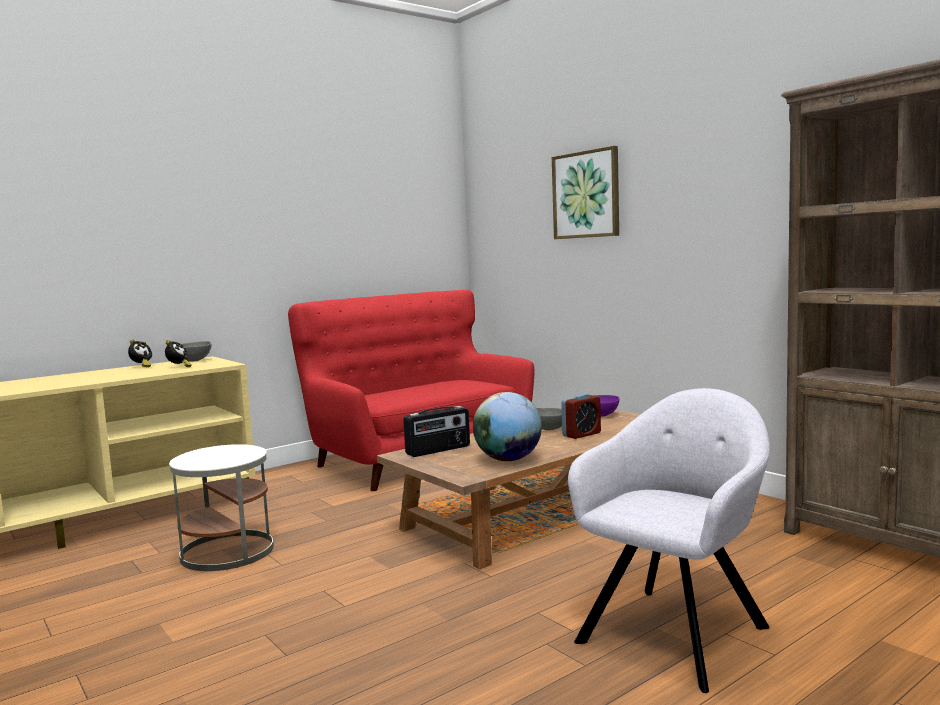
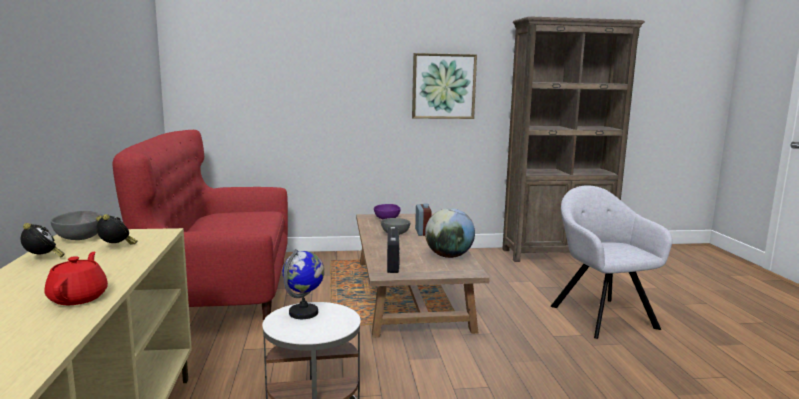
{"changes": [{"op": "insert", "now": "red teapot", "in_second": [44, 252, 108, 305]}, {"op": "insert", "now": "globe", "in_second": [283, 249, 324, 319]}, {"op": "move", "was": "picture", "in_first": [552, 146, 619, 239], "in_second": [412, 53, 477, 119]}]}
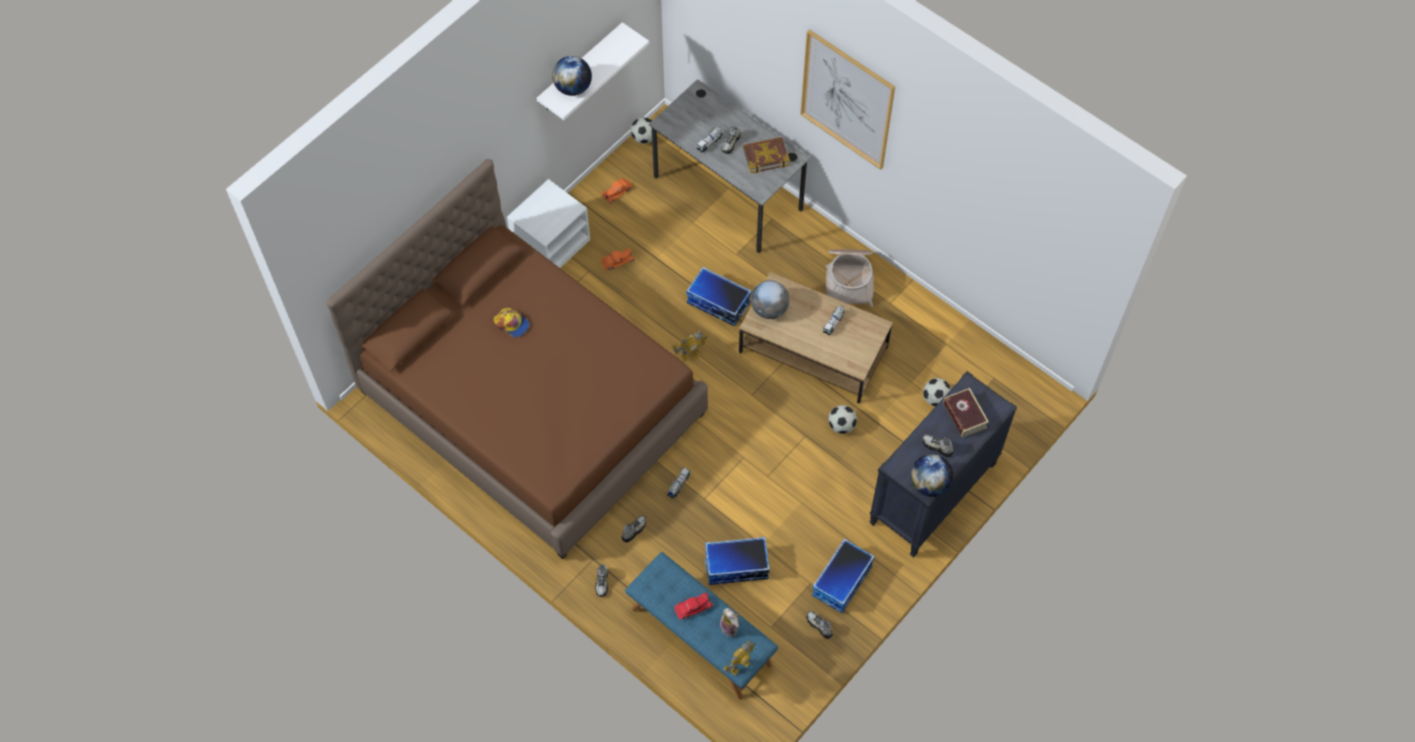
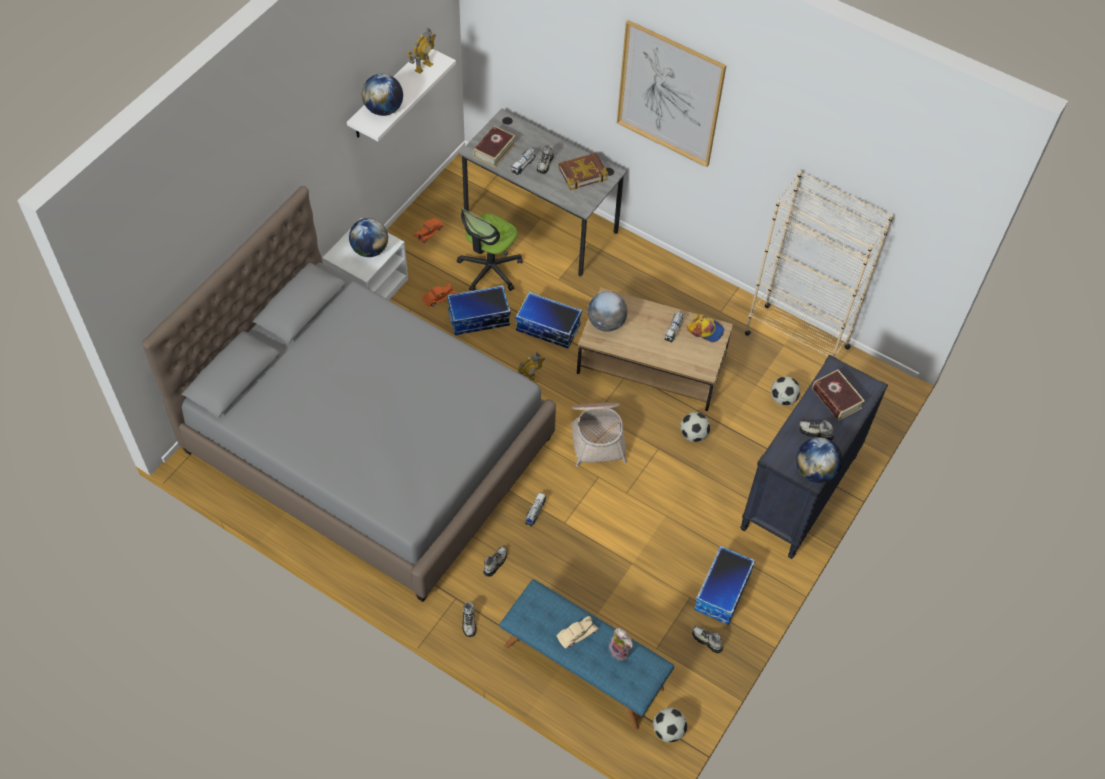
{"changes": [{"op": "insert", "now": "globe", "in_second": [349, 218, 388, 257]}, {"op": "insert", "now": "office chair", "in_second": [457, 209, 523, 291]}, {"op": "insert", "now": "book", "in_second": [473, 126, 516, 167]}, {"op": "insert", "now": "beige bookcase", "in_second": [745, 171, 894, 357]}, {"op": "move", "was": "cap", "in_first": [493, 307, 529, 338], "in_second": [687, 314, 724, 342]}, {"op": "move", "was": "football", "in_first": [631, 117, 652, 144], "in_second": [653, 707, 687, 743]}, {"op": "move", "was": "storage box", "in_first": [705, 537, 770, 585], "in_second": [447, 285, 511, 335]}, {"op": "move", "was": "toy robot", "in_first": [723, 641, 756, 676], "in_second": [407, 27, 436, 74]}, {"op": "move", "was": "basket", "in_first": [826, 249, 874, 307], "in_second": [570, 403, 627, 467]}, {"op": "recolor", "was": "brown bed", "now": "grey bed", "in_first": [326, 159, 708, 559], "in_second": [142, 186, 556, 602]}, {"op": "recolor", "was": "red toy car", "now": "beige toy car", "in_first": [674, 593, 713, 620], "in_second": [557, 616, 599, 648]}]}
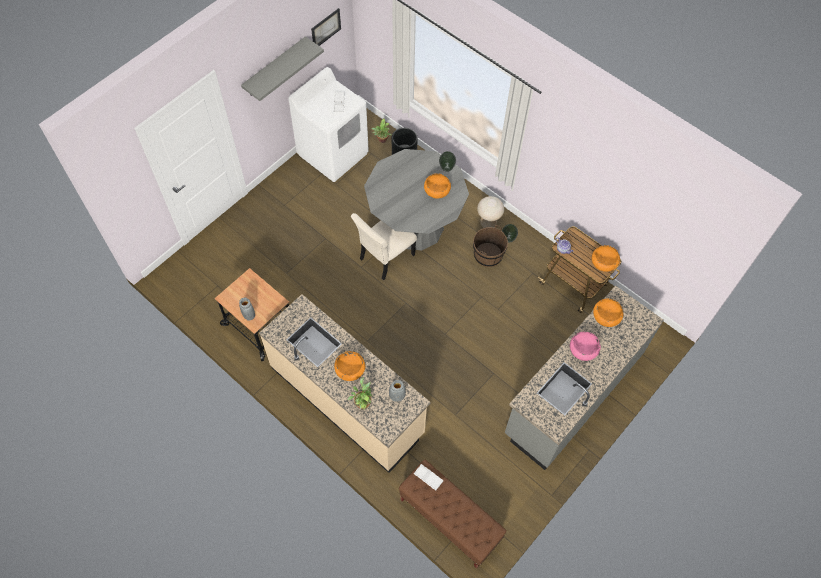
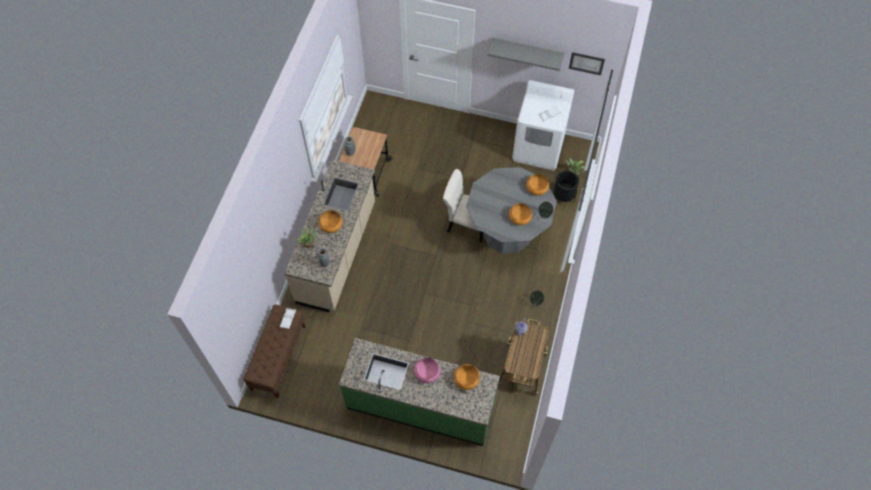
{"changes": [{"op": "delete", "was": "brown bucket", "in_first": [473, 225, 508, 267]}, {"op": "delete", "was": "beige stool", "in_first": [477, 196, 504, 228]}, {"op": "move", "was": "orange bowl", "in_first": [592, 245, 620, 272], "in_second": [526, 174, 549, 196]}, {"op": "recolor", "was": "grey counter", "now": "green counter", "in_first": [505, 285, 664, 470], "in_second": [339, 338, 500, 446]}]}
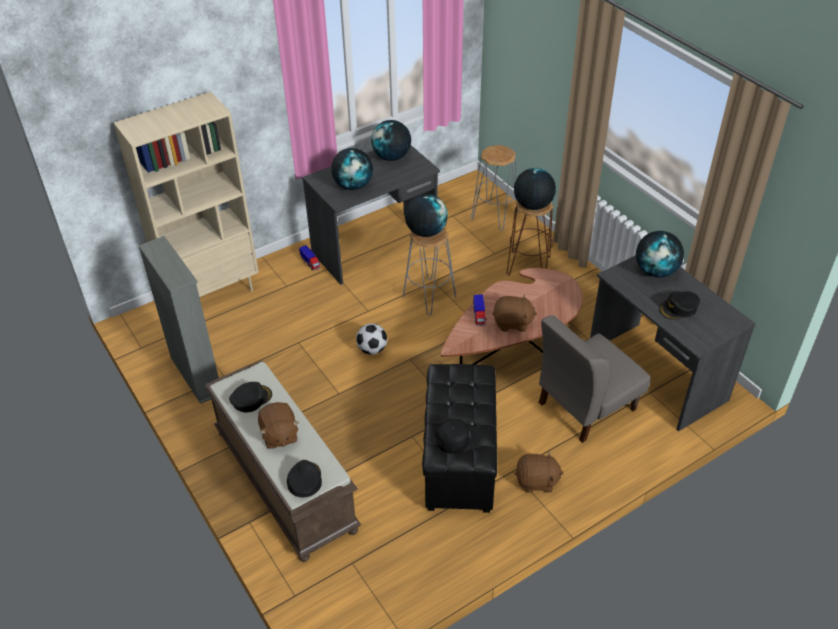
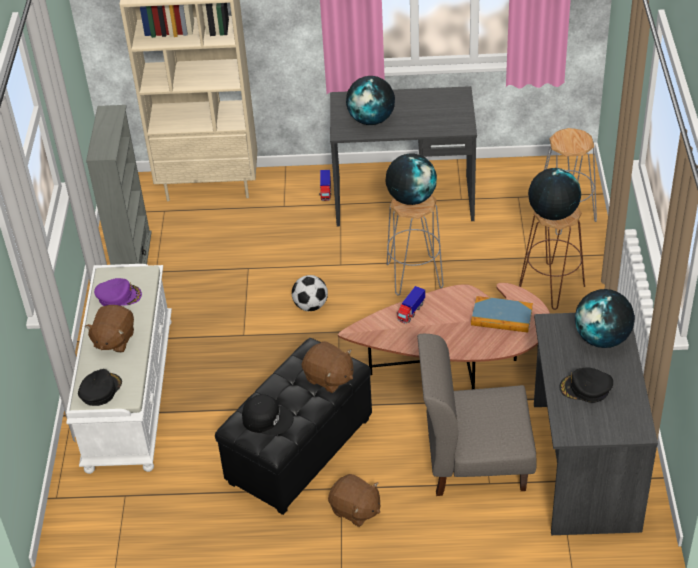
{"changes": [{"op": "delete", "was": "globe", "in_first": [371, 120, 411, 161]}, {"op": "insert", "now": "book", "in_second": [471, 296, 533, 333]}, {"op": "move", "was": "brown plush toy", "in_first": [493, 294, 537, 332], "in_second": [302, 341, 353, 393]}, {"op": "recolor", "was": "brown bench", "now": "white bench", "in_first": [205, 360, 361, 562], "in_second": [66, 264, 172, 474]}, {"op": "recolor", "was": "black cap", "now": "purple cap", "in_first": [229, 382, 272, 412], "in_second": [94, 278, 142, 306]}]}
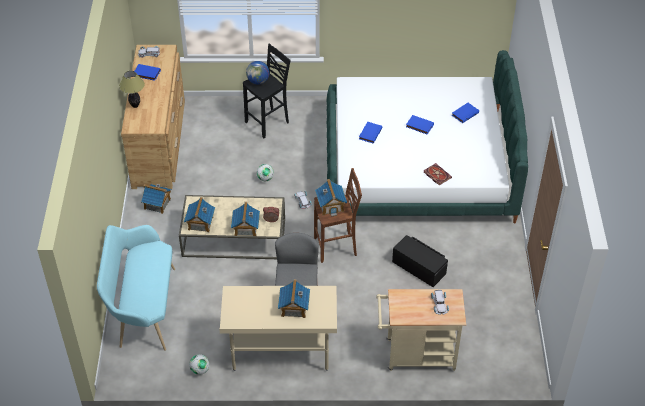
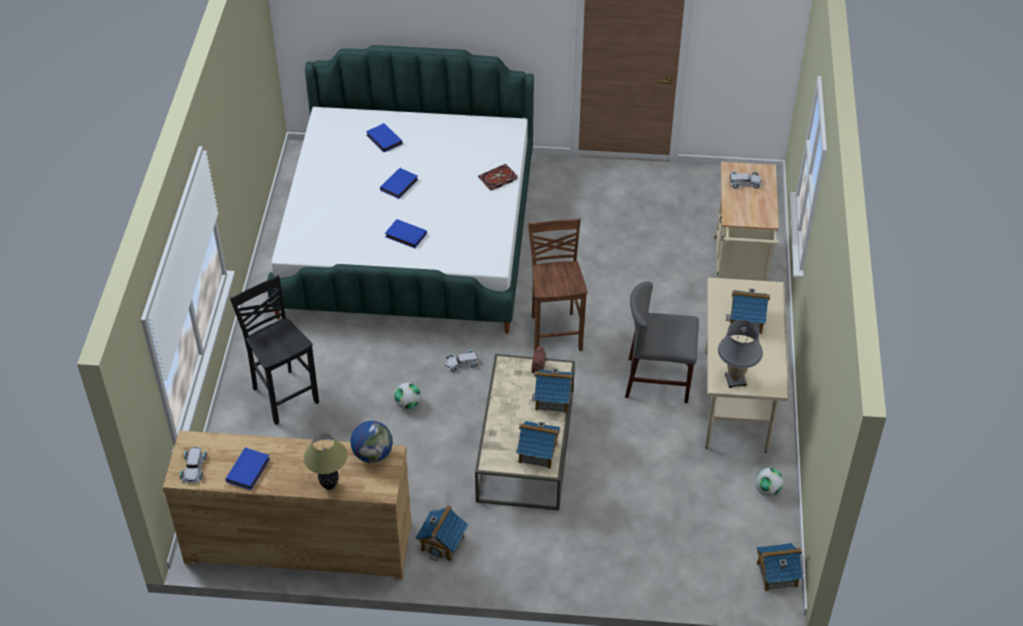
{"changes": [{"op": "delete", "was": "turquoise bench", "in_first": [97, 225, 175, 351]}, {"op": "delete", "was": "black storage box", "in_first": [392, 235, 448, 287]}, {"op": "insert", "now": "grey table lamp", "in_second": [718, 320, 763, 388]}, {"op": "move", "was": "globe", "in_first": [246, 61, 270, 84], "in_second": [351, 421, 393, 463]}, {"op": "move", "was": "toy house", "in_first": [315, 179, 347, 217], "in_second": [757, 543, 803, 591]}]}
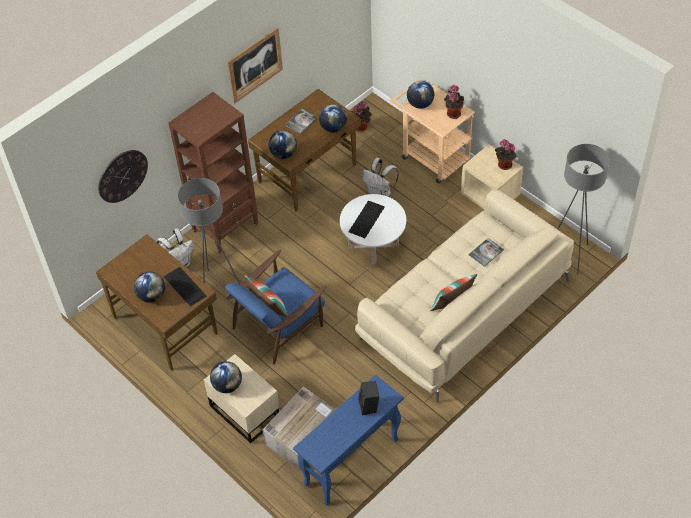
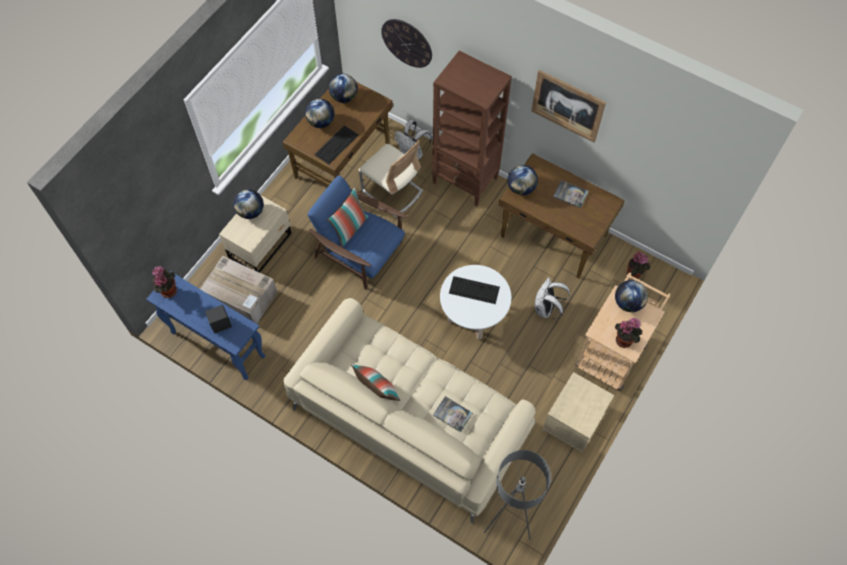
{"changes": [{"op": "move", "was": "globe", "in_first": [319, 105, 347, 133], "in_second": [329, 74, 358, 103]}, {"op": "move", "was": "potted plant", "in_first": [495, 140, 517, 170], "in_second": [152, 266, 177, 298]}, {"op": "replace", "was": "grey floor lamp", "now": "beige chair", "in_first": [178, 178, 240, 284], "in_second": [359, 140, 423, 217]}]}
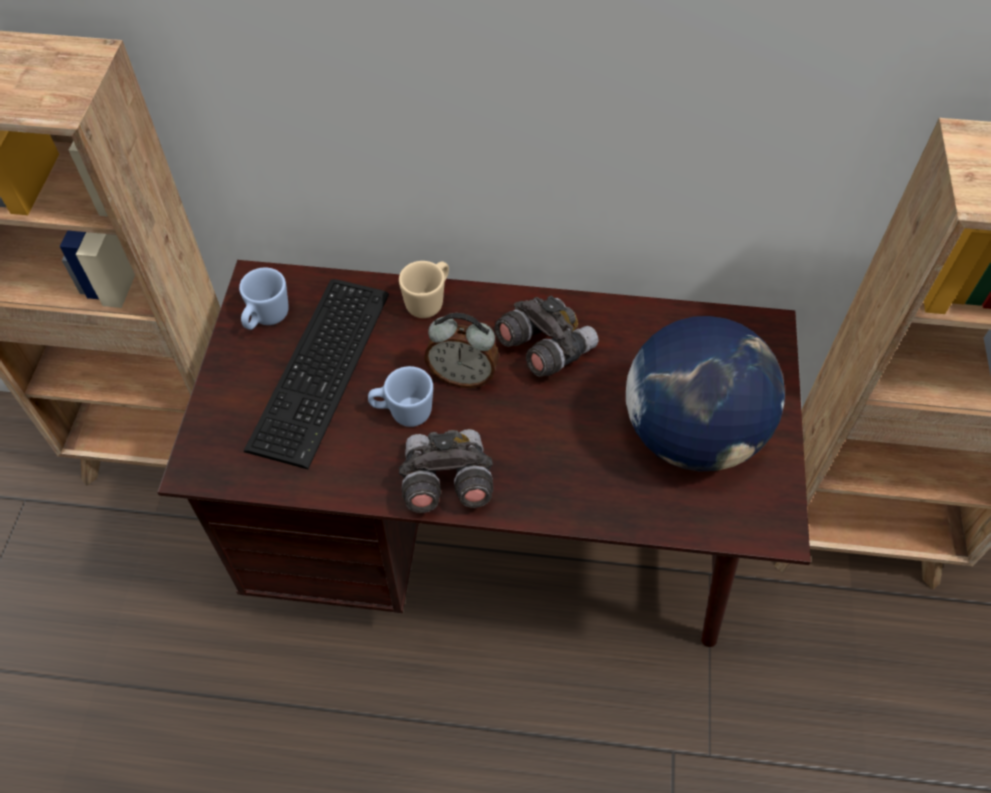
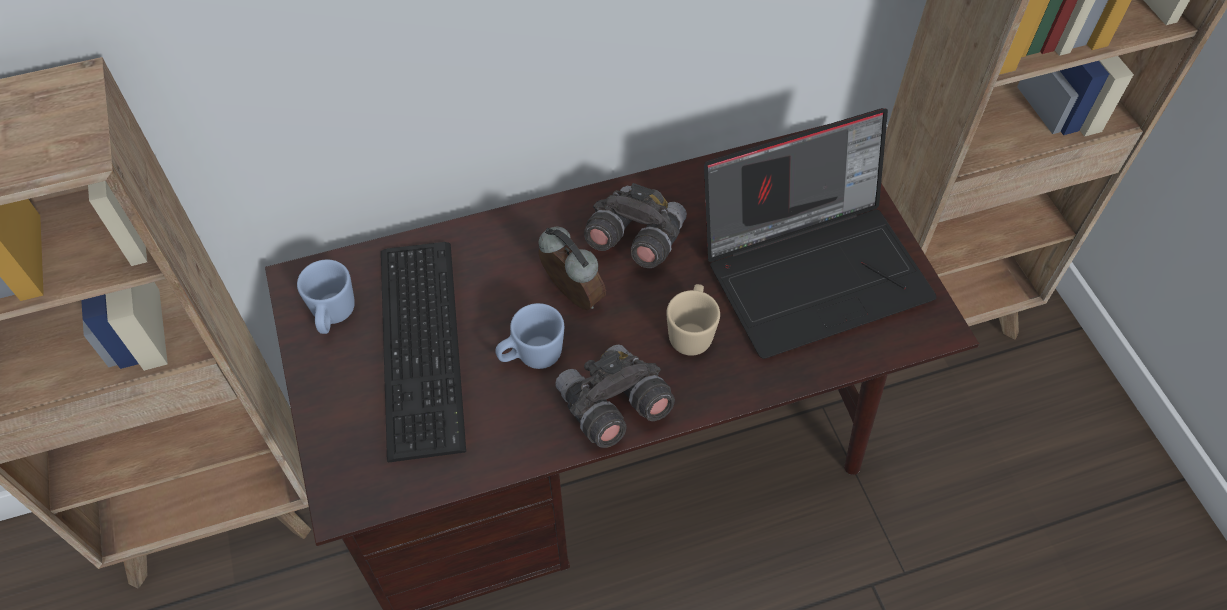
{"changes": [{"op": "move", "was": "beige mug", "in_first": [399, 261, 449, 318], "in_second": [666, 284, 720, 356]}, {"op": "replace", "was": "globe", "now": "laptop", "in_first": [626, 316, 785, 471], "in_second": [704, 108, 937, 359]}, {"op": "rotate", "was": "alarm clock", "in_first": [424, 313, 499, 388], "in_second": [538, 227, 606, 310], "clockwise": -120}]}
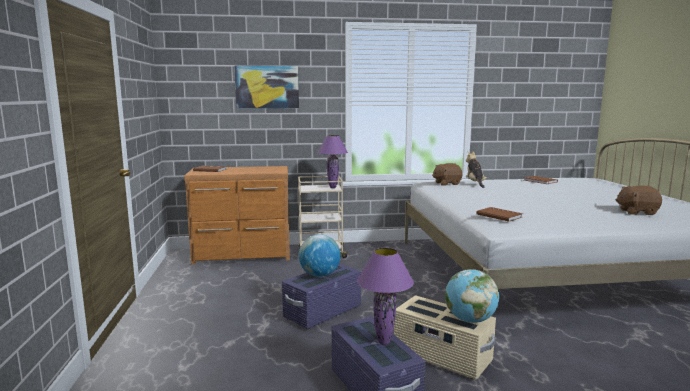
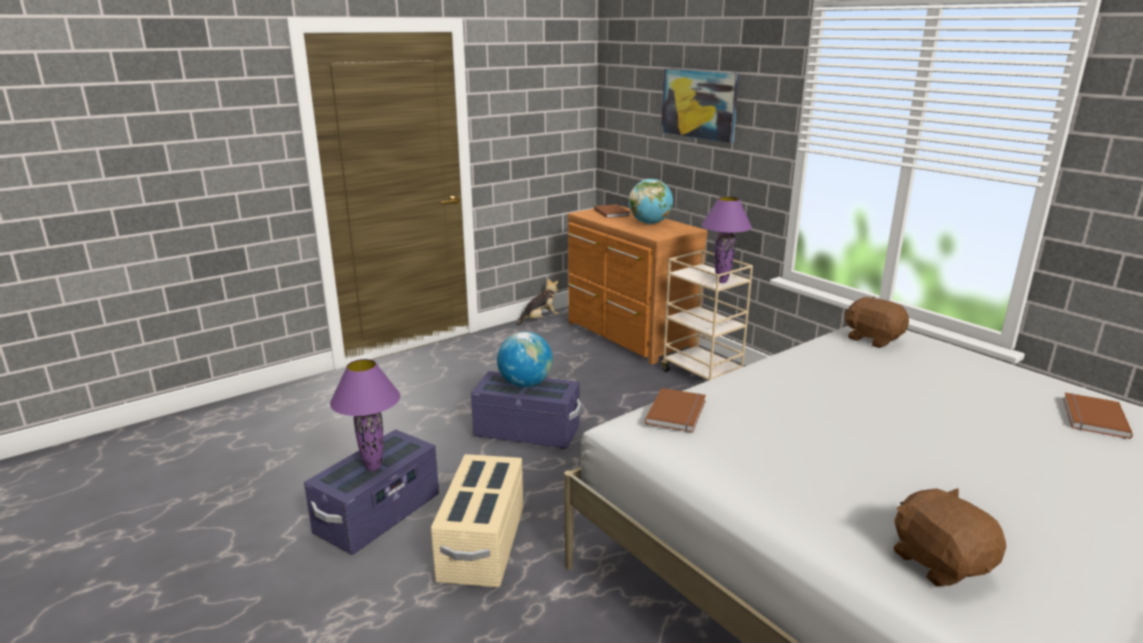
{"changes": [{"op": "move", "was": "globe", "in_first": [445, 269, 499, 323], "in_second": [629, 179, 673, 224]}, {"op": "move", "was": "plush toy", "in_first": [466, 152, 487, 188], "in_second": [517, 278, 559, 326]}]}
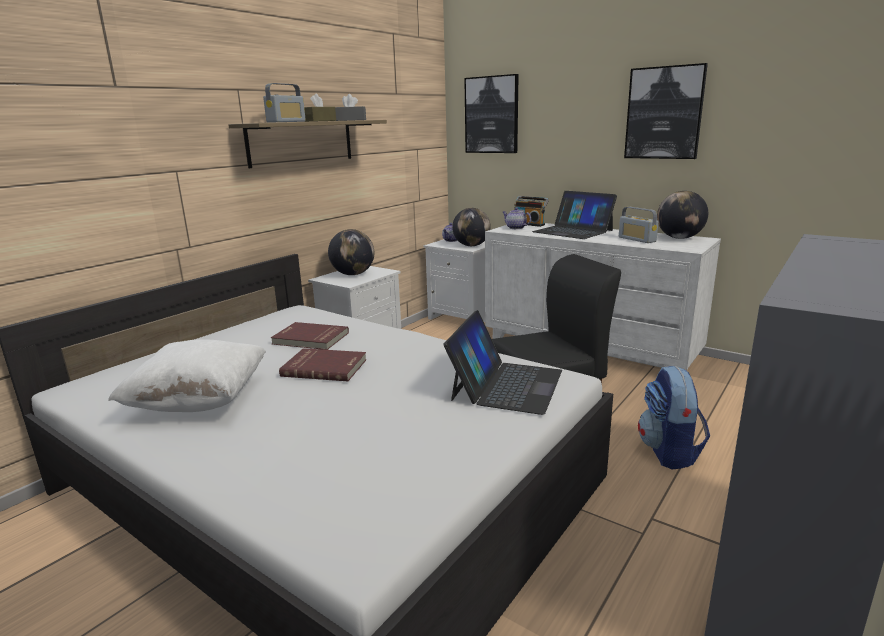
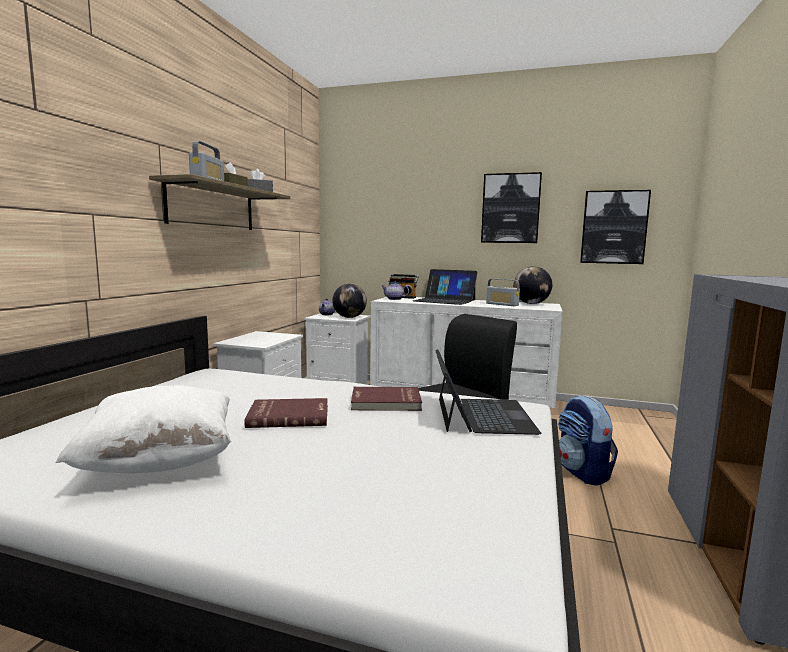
{"changes": [{"op": "delete", "was": "globe", "in_first": [328, 229, 374, 275]}, {"op": "move", "was": "red book", "in_first": [271, 322, 349, 350], "in_second": [351, 387, 422, 411]}, {"op": "move", "was": "picture", "in_first": [464, 74, 519, 153], "in_second": [580, 190, 651, 264]}]}
